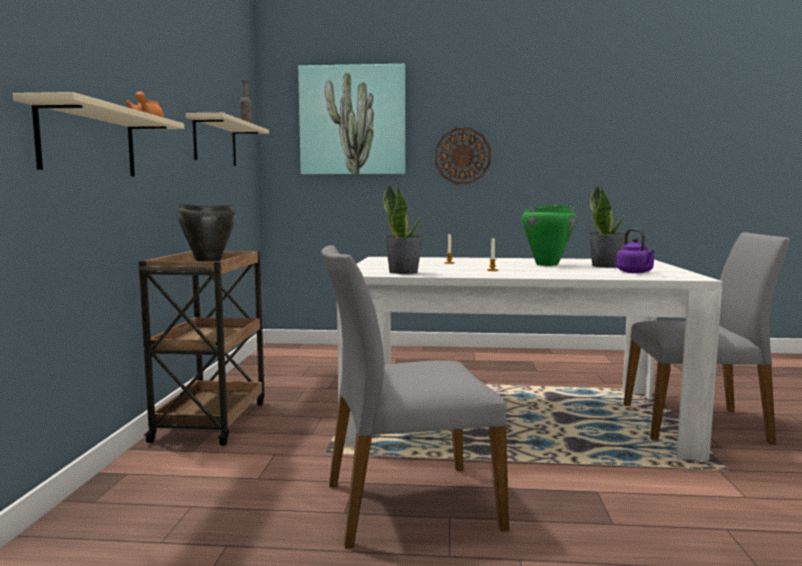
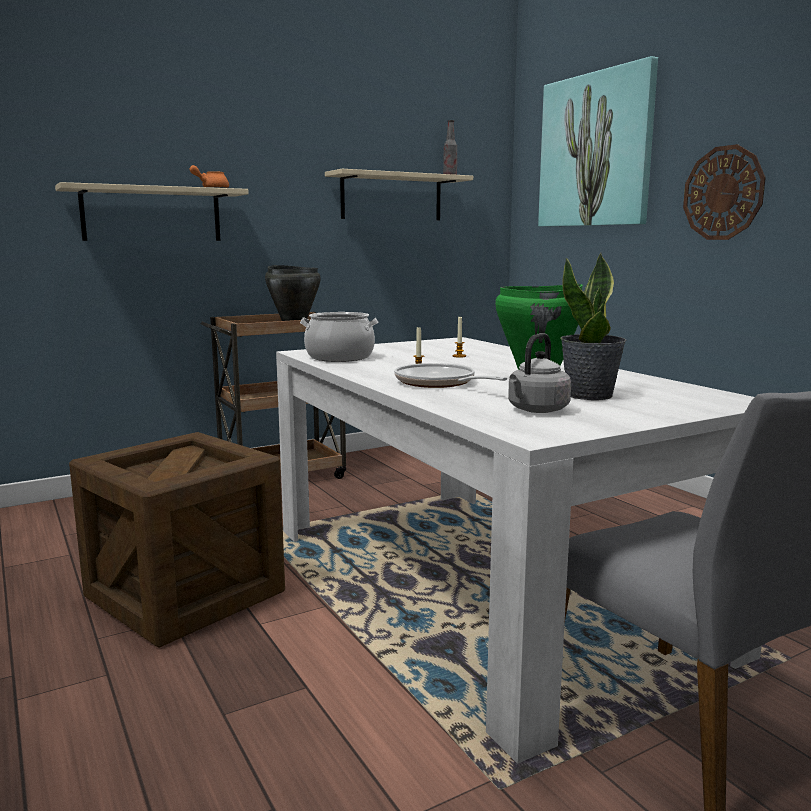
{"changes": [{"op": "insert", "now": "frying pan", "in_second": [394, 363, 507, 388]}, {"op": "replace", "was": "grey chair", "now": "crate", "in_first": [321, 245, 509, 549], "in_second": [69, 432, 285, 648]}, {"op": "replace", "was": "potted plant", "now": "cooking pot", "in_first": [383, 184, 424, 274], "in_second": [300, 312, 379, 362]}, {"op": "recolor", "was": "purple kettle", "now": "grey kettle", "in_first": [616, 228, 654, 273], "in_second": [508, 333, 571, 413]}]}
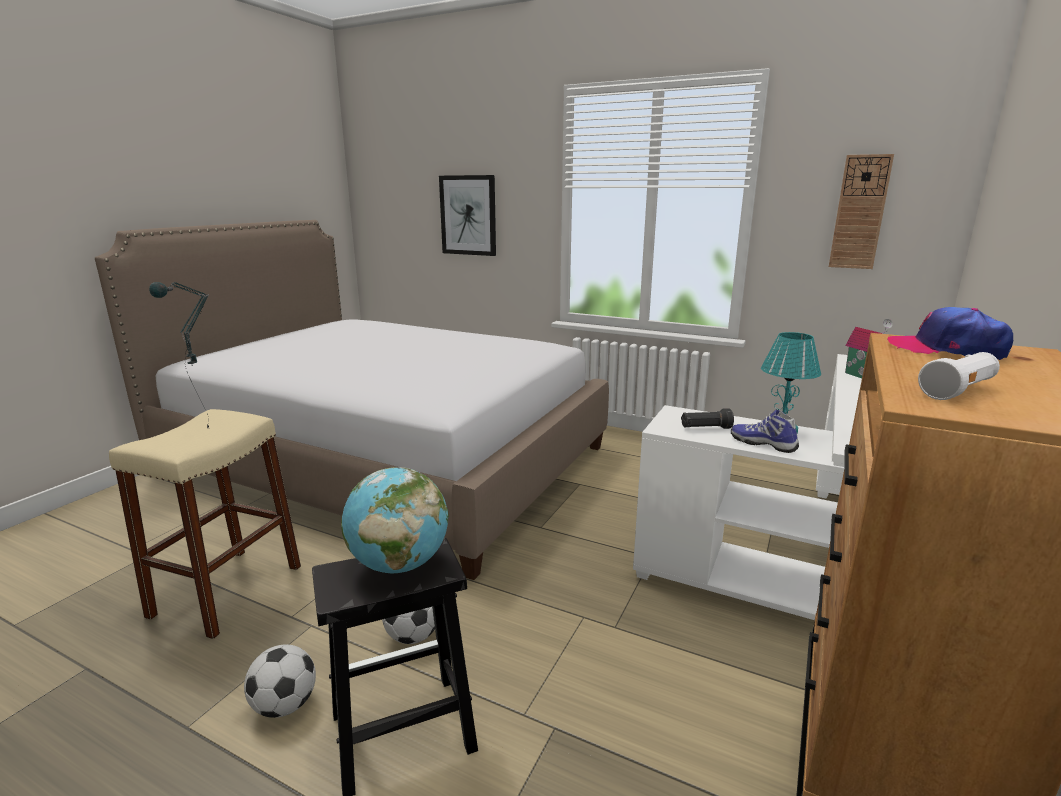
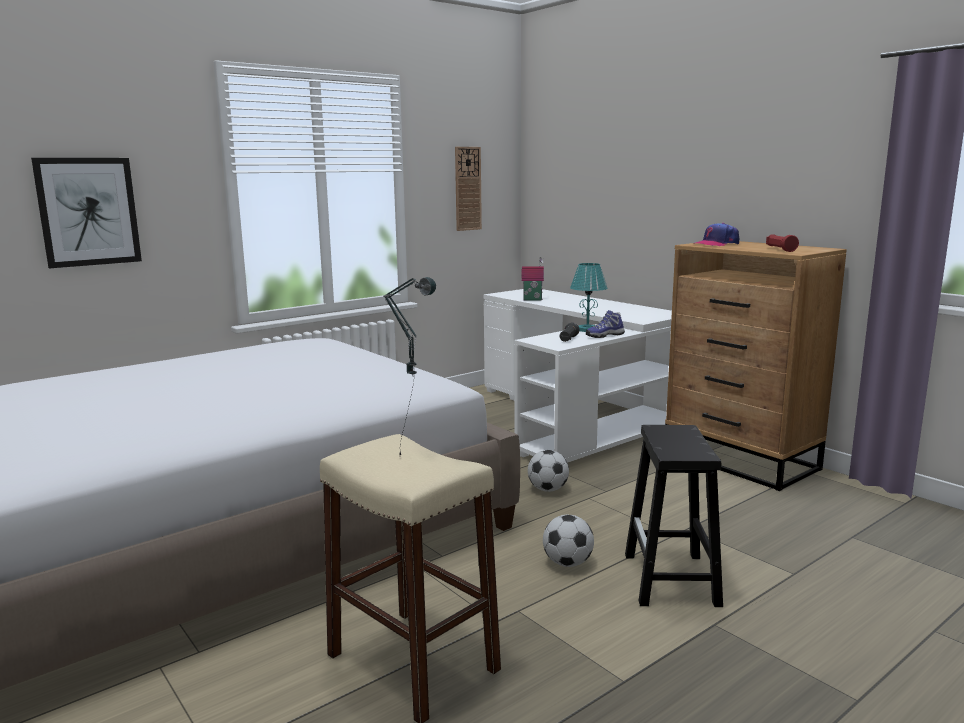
{"changes": [{"op": "delete", "was": "globe", "in_first": [341, 467, 449, 573]}, {"op": "move", "was": "football", "in_first": [244, 644, 316, 718], "in_second": [528, 450, 569, 492]}, {"op": "recolor", "was": "white flashlight", "now": "red flashlight", "in_first": [918, 352, 1000, 400], "in_second": [766, 234, 799, 252]}]}
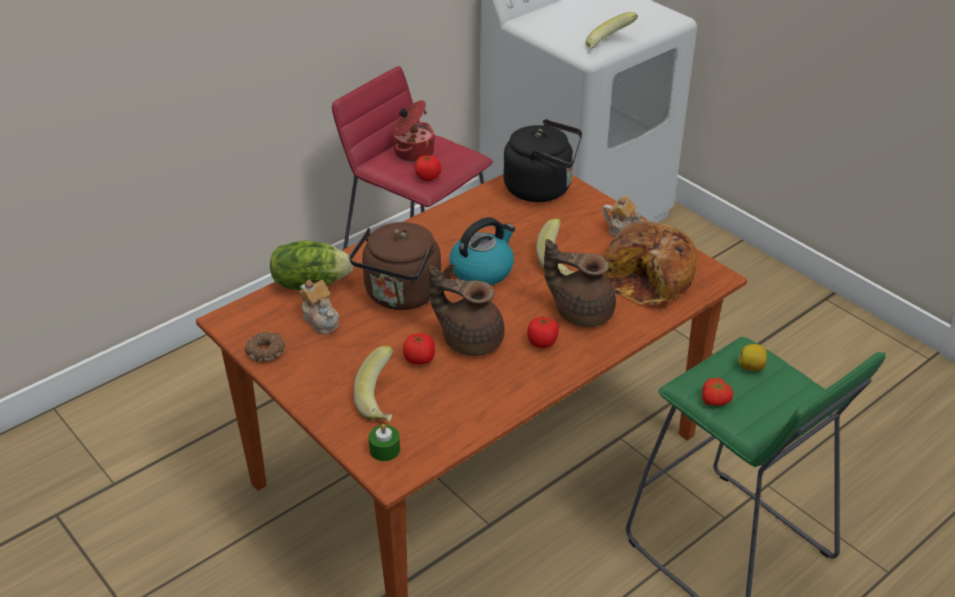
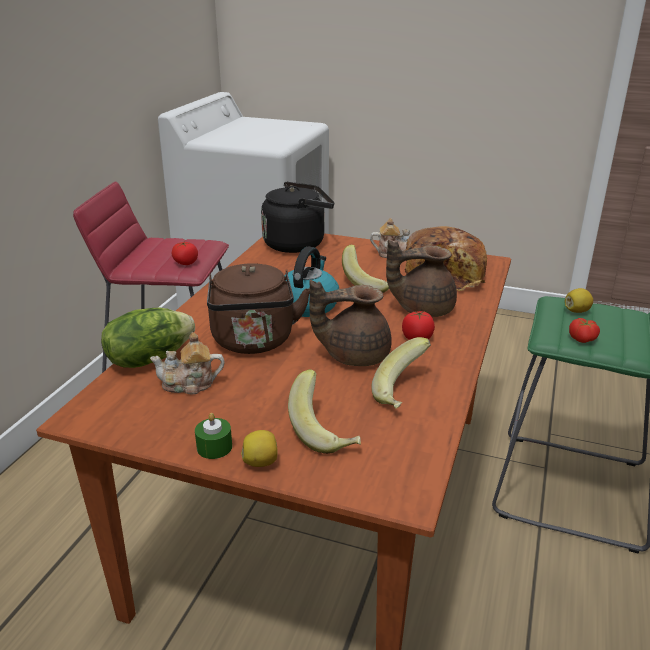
{"changes": [{"op": "delete", "was": "donut", "in_first": [245, 331, 285, 362]}, {"op": "delete", "was": "cooking pot", "in_first": [393, 100, 435, 162]}, {"op": "delete", "was": "tomato", "in_first": [403, 333, 435, 365]}, {"op": "insert", "now": "lemon", "in_second": [241, 430, 278, 467]}, {"op": "move", "was": "green candle", "in_first": [369, 424, 400, 461], "in_second": [195, 413, 232, 459]}, {"op": "move", "was": "banana", "in_first": [586, 12, 638, 48], "in_second": [371, 337, 431, 409]}, {"op": "rotate", "was": "teapot", "in_first": [299, 279, 340, 335], "in_second": [150, 332, 224, 394], "clockwise": 150}]}
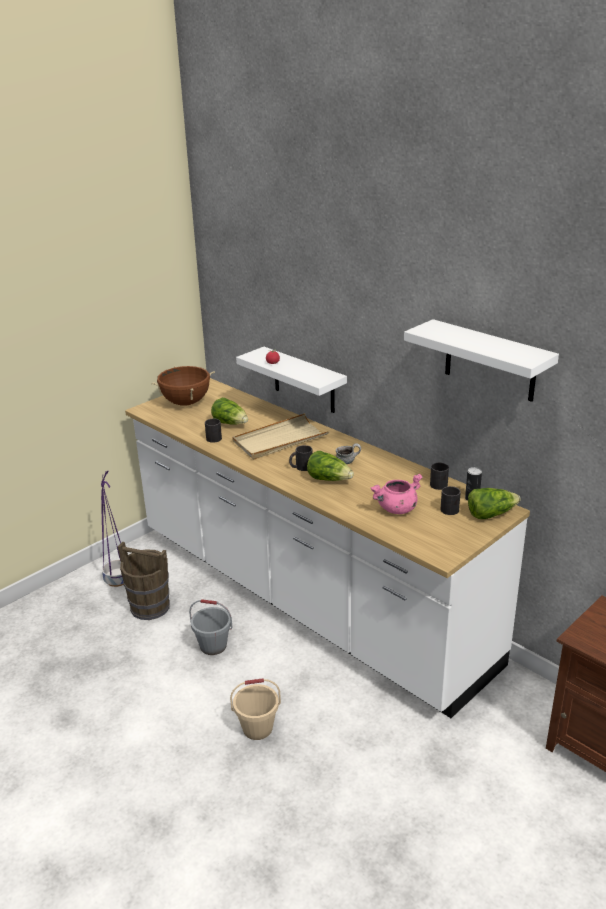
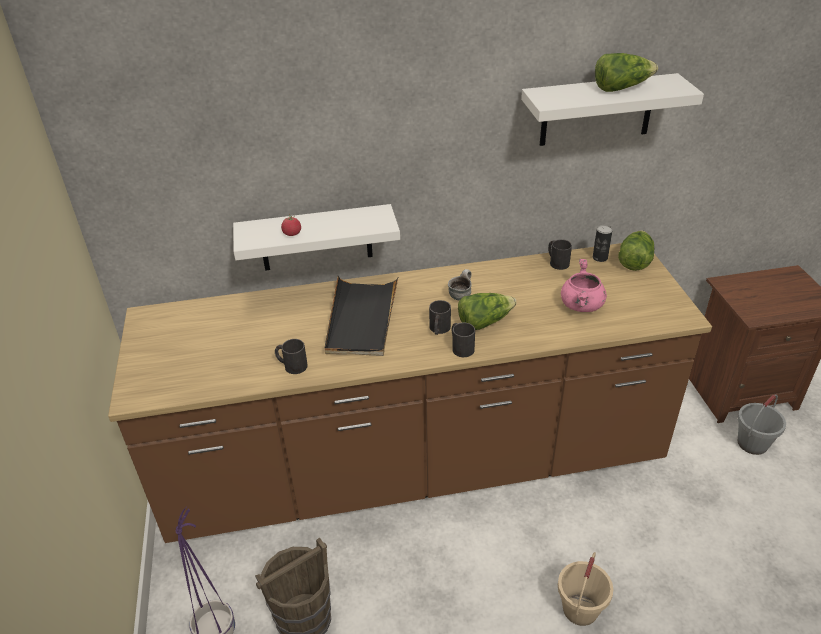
{"changes": [{"op": "delete", "was": "brown cooking pot", "in_first": [151, 366, 215, 406]}, {"op": "move", "was": "grey bucket", "in_first": [189, 599, 232, 655], "in_second": [738, 394, 786, 455]}, {"op": "move", "was": "lettuce", "in_first": [211, 398, 248, 425], "in_second": [595, 53, 658, 92]}, {"op": "move", "was": "black mug", "in_first": [441, 486, 461, 515], "in_second": [452, 322, 475, 357]}, {"op": "recolor", "was": "white counter", "now": "brown counter", "in_first": [125, 378, 530, 718], "in_second": [108, 243, 712, 543]}, {"op": "recolor", "was": "beige tray", "now": "black tray", "in_first": [232, 413, 330, 459], "in_second": [325, 276, 398, 356]}]}
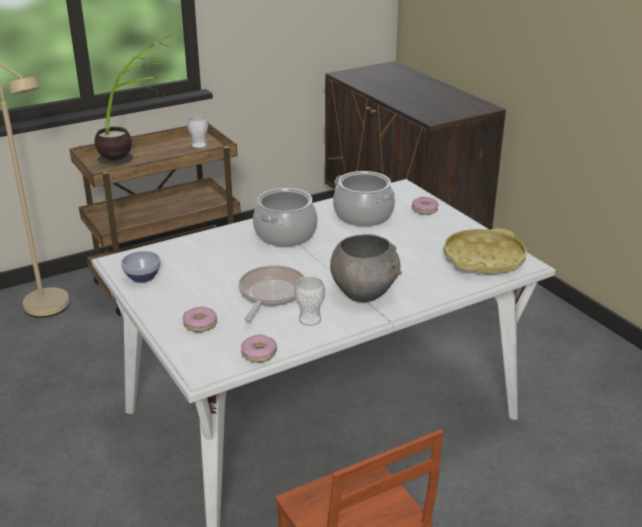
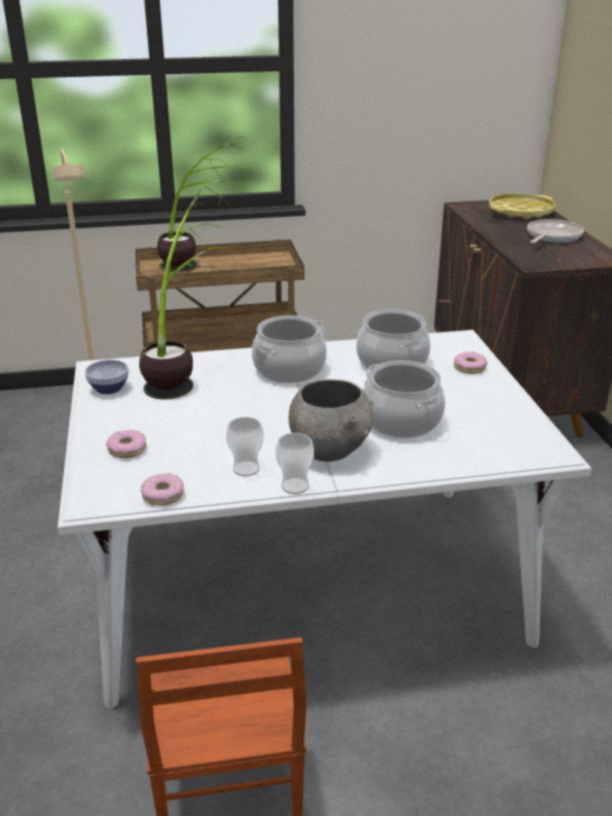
{"changes": [{"op": "insert", "now": "potted plant", "in_second": [139, 188, 227, 399]}, {"op": "insert", "now": "cooking pot", "in_second": [363, 360, 445, 438]}, {"op": "move", "was": "cup", "in_first": [187, 115, 208, 148], "in_second": [276, 433, 314, 494]}, {"op": "move", "was": "frying pan", "in_first": [238, 265, 305, 321], "in_second": [527, 219, 584, 243]}, {"op": "move", "was": "yellow tray", "in_first": [444, 228, 527, 274], "in_second": [489, 193, 555, 219]}]}
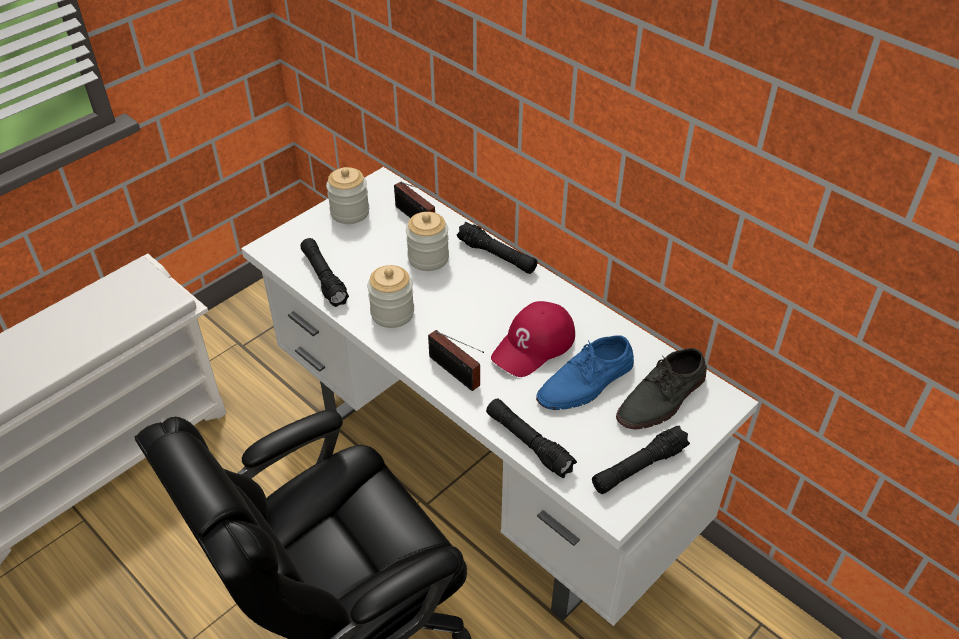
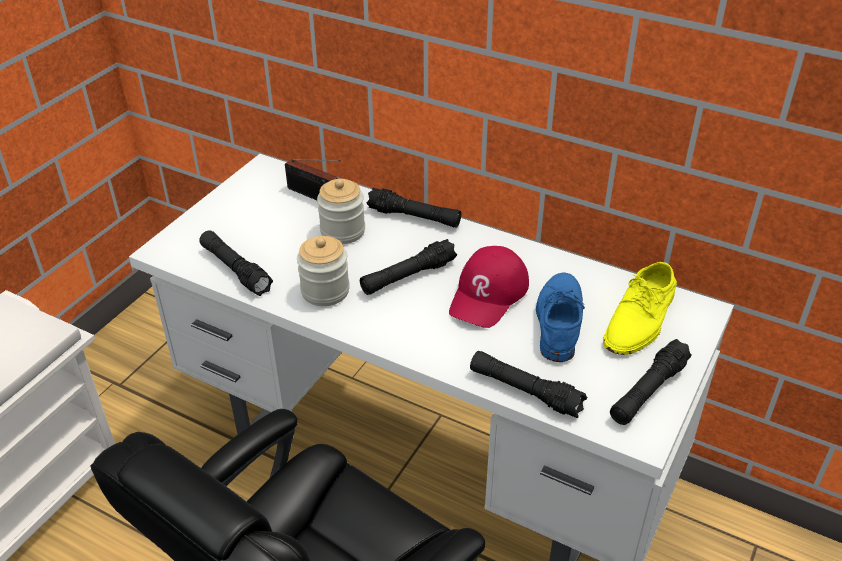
{"changes": [{"op": "delete", "was": "jar", "in_first": [326, 167, 369, 224]}, {"op": "delete", "was": "radio", "in_first": [428, 330, 484, 391]}, {"op": "insert", "now": "black flashlight", "in_second": [360, 239, 457, 295]}, {"op": "recolor", "was": "grey shoe", "now": "yellow shoe", "in_first": [616, 348, 707, 430], "in_second": [603, 262, 677, 355]}, {"op": "rotate", "was": "blue shoe", "in_first": [536, 335, 634, 410], "in_second": [536, 273, 585, 362], "clockwise": 150}]}
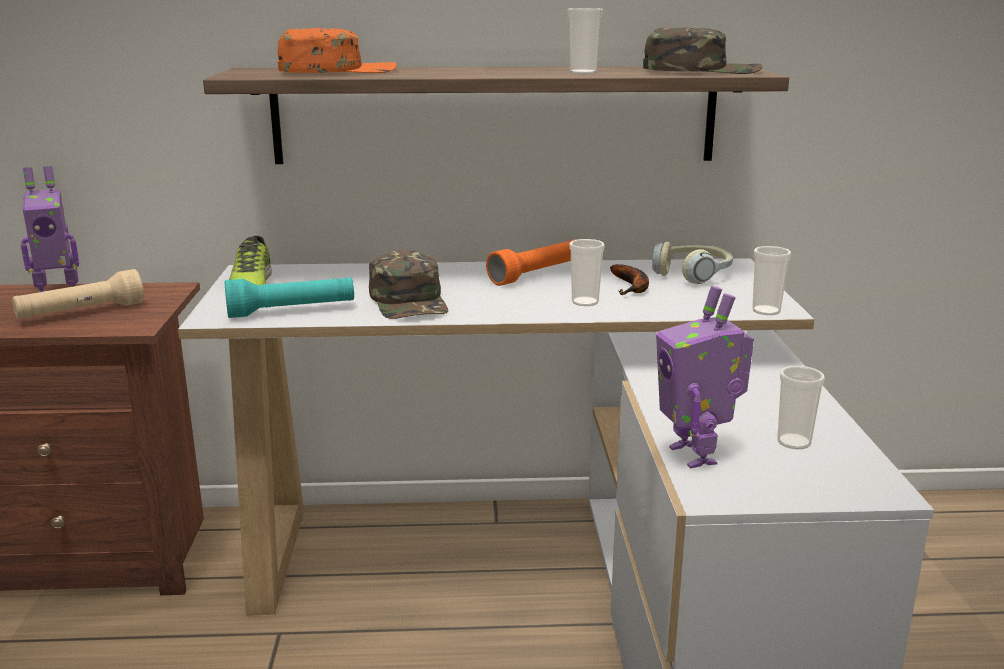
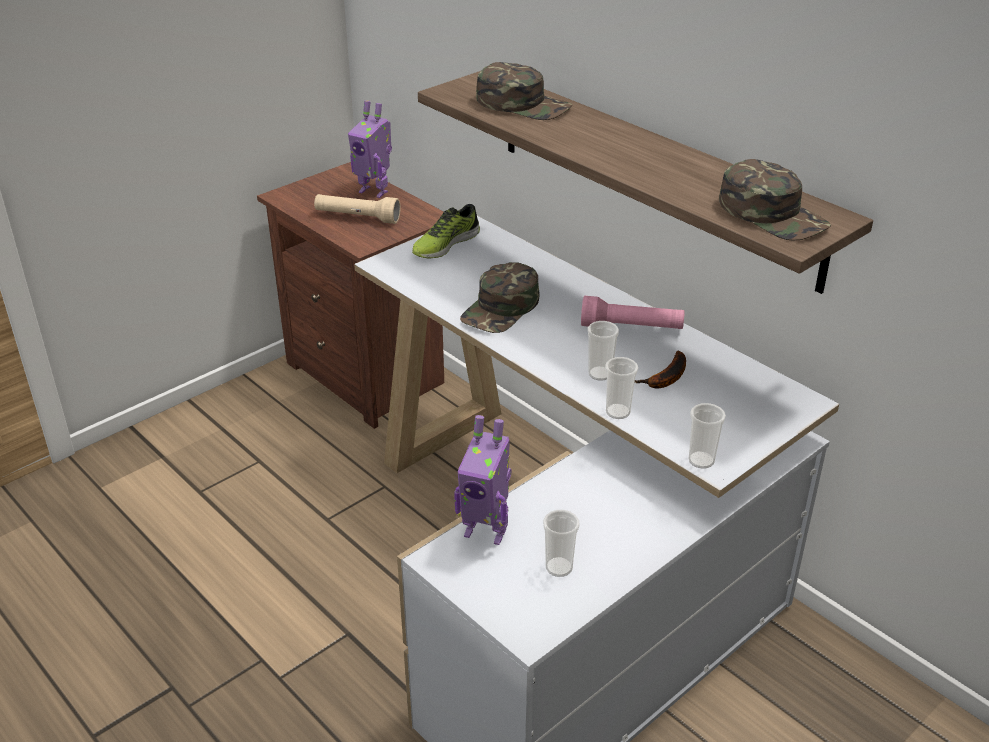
{"changes": [{"op": "delete", "was": "turquoise flashlight", "in_first": [225, 277, 354, 318]}, {"op": "delete", "was": "headphones", "in_first": [652, 242, 733, 284]}, {"op": "move", "was": "cup", "in_first": [568, 8, 603, 74], "in_second": [605, 357, 638, 419]}, {"op": "recolor", "was": "orange cap", "now": "green cap", "in_first": [278, 28, 397, 73], "in_second": [476, 62, 572, 120]}, {"op": "recolor", "was": "orange flashlight", "now": "pink flashlight", "in_first": [486, 239, 577, 286], "in_second": [581, 296, 685, 329]}, {"op": "rotate", "was": "toy robot", "in_first": [656, 286, 754, 468], "in_second": [454, 415, 511, 545], "clockwise": -105}]}
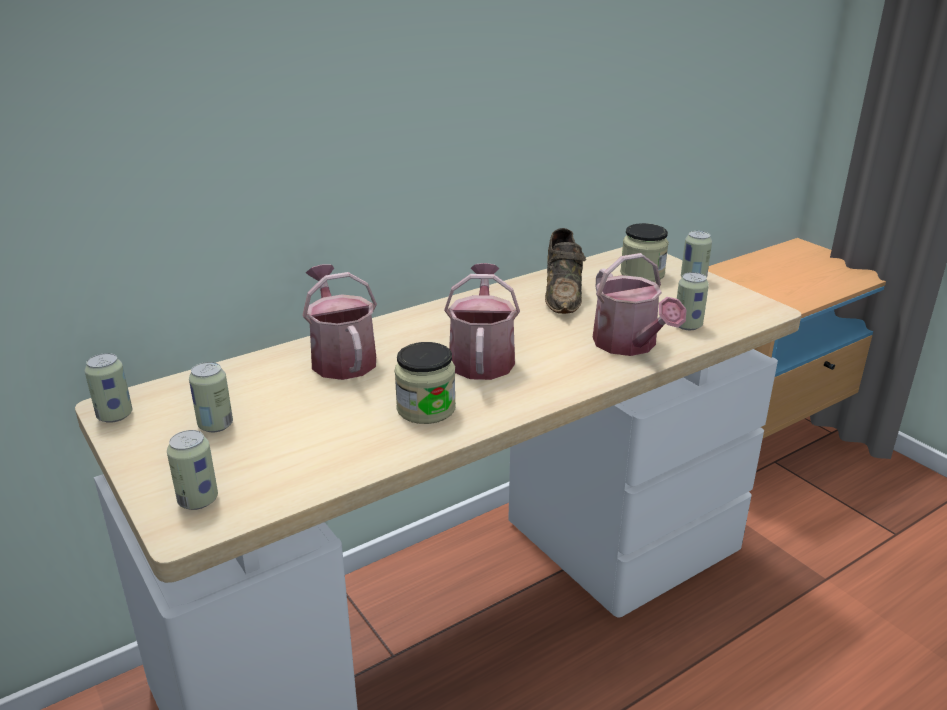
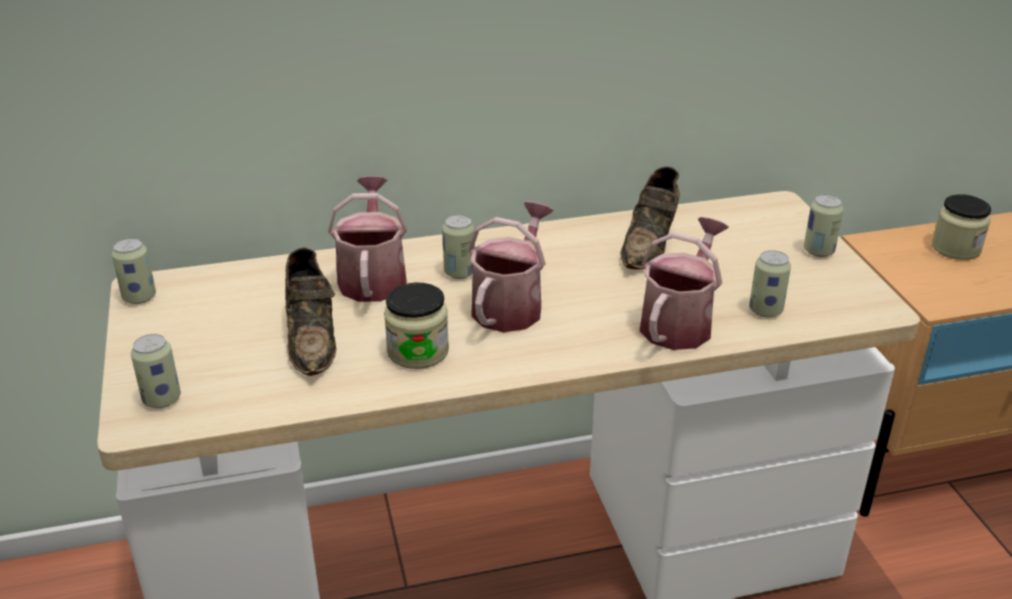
{"changes": [{"op": "insert", "now": "brown shoe", "in_second": [285, 248, 336, 376]}, {"op": "move", "was": "can", "in_first": [189, 362, 233, 432], "in_second": [442, 215, 475, 279]}, {"op": "move", "was": "jar", "in_first": [620, 223, 669, 282], "in_second": [932, 194, 991, 260]}, {"op": "rotate", "was": "watering can", "in_first": [593, 253, 687, 356], "in_second": [640, 217, 729, 350], "clockwise": -150}]}
